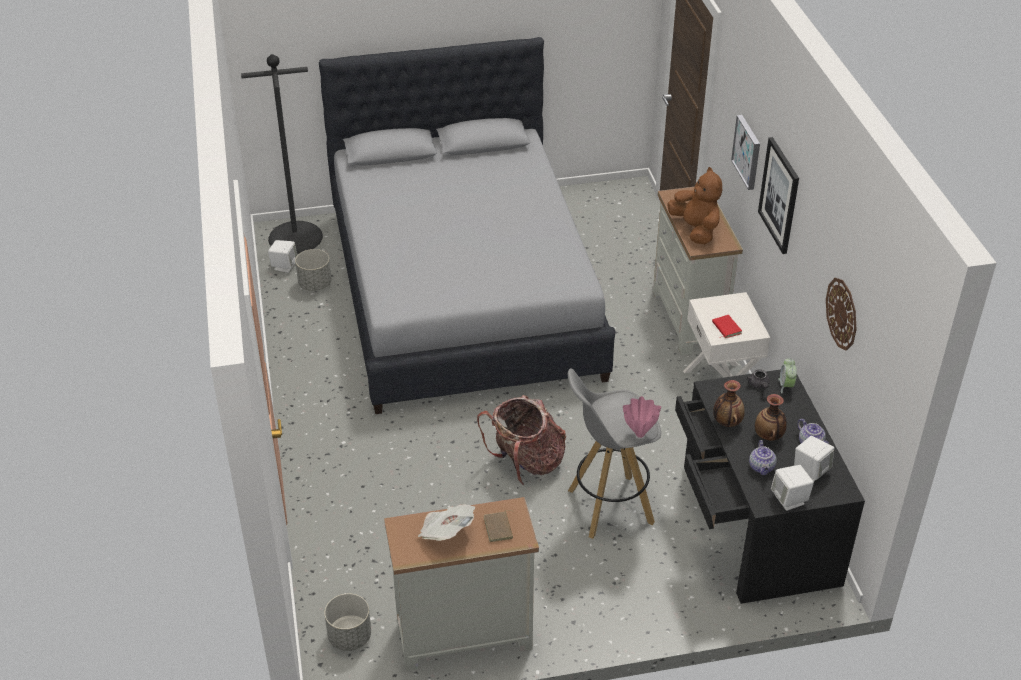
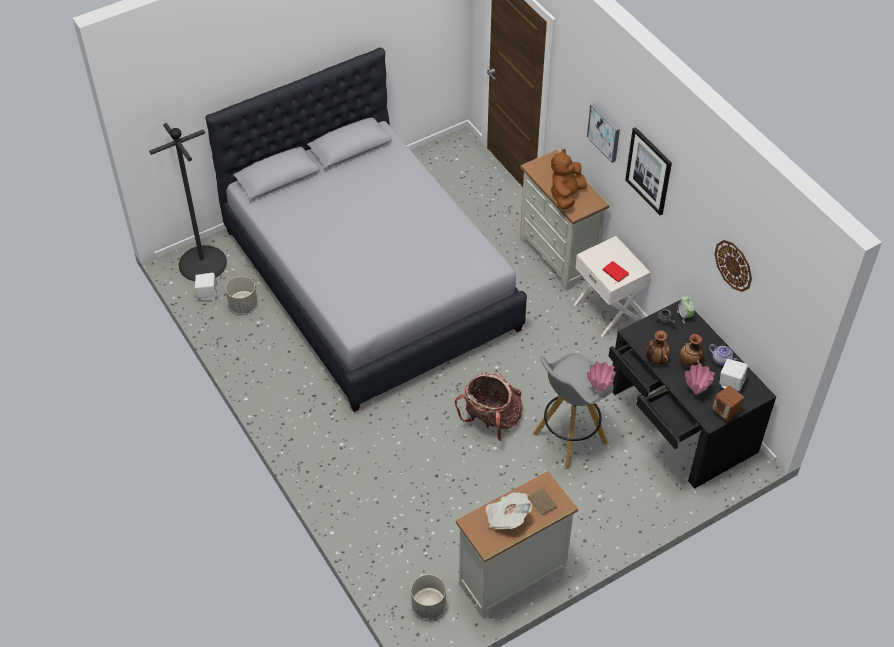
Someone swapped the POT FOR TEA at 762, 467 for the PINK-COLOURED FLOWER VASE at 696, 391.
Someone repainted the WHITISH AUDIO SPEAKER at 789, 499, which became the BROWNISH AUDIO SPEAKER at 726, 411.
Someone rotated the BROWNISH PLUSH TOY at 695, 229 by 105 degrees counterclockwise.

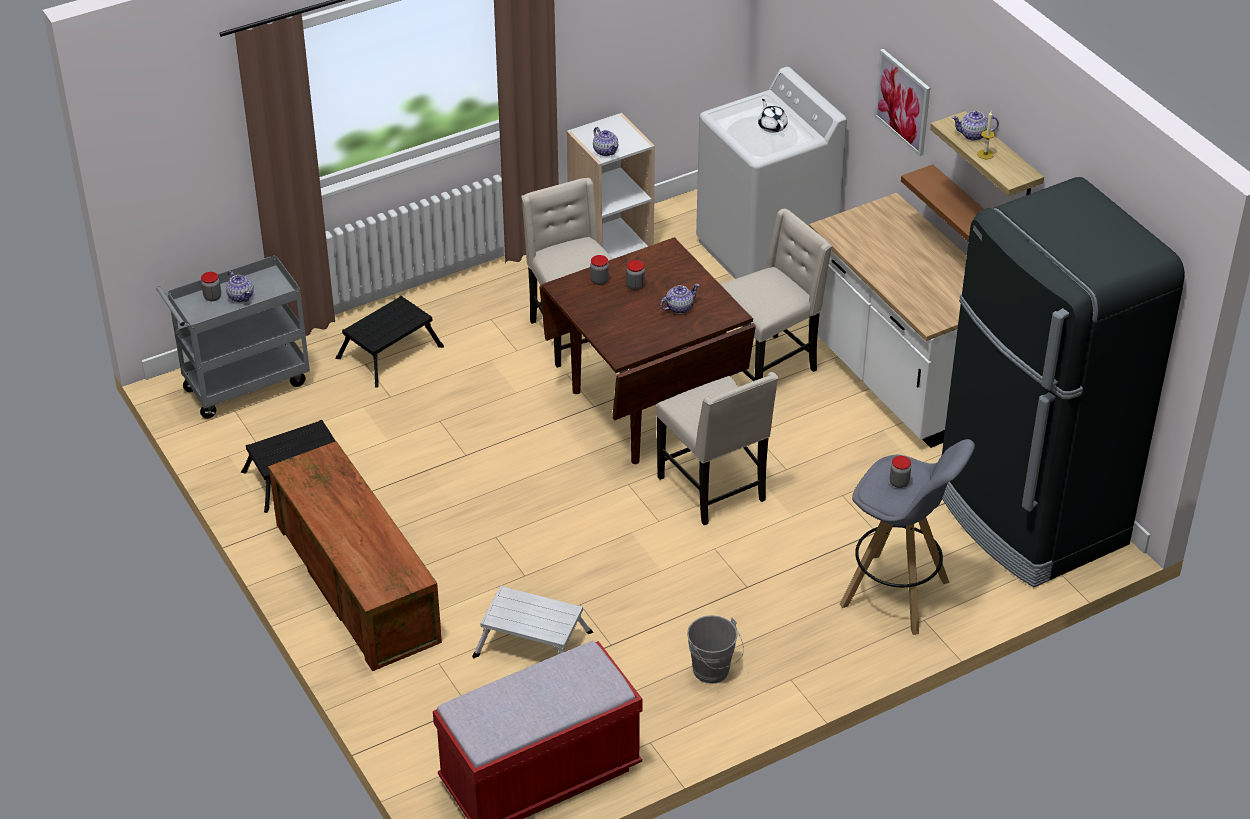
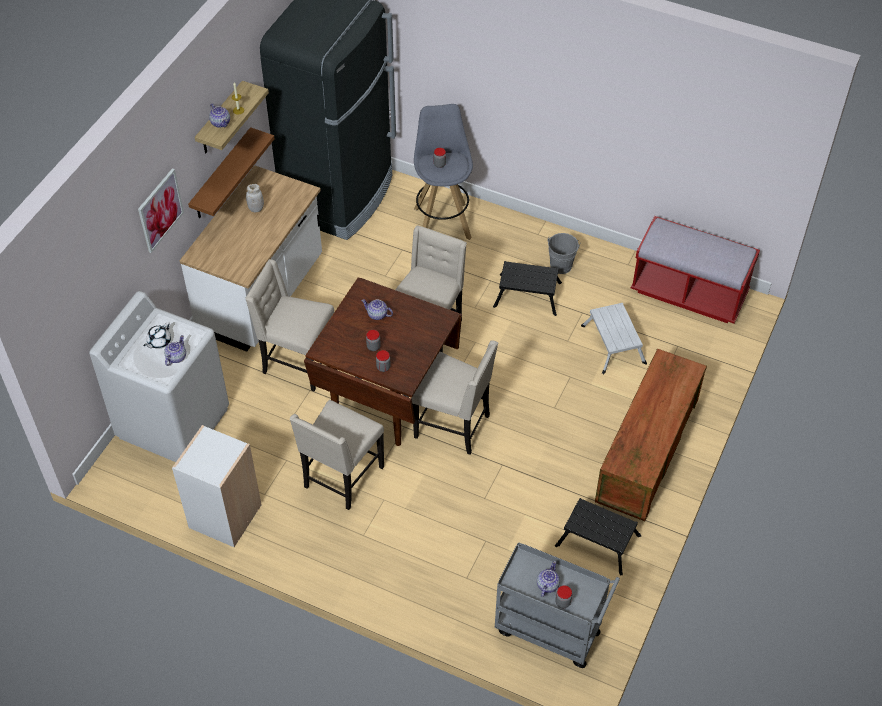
Someone put down the WHITISH STORAGE JAR at 256, 208.
Someone put down the BEIGE-COLOURED PLAIN CHAIR at 454, 426.
Someone carried the BLACK-COLOURED STEPLADDER from 390, 352 to 527, 294.
Someone carried the POT FOR TEA from 605, 151 to 176, 357.

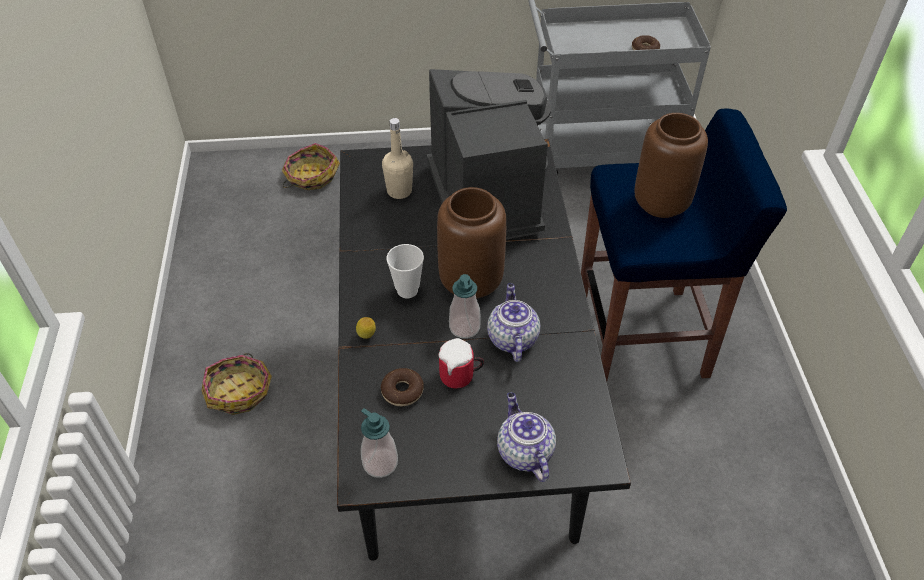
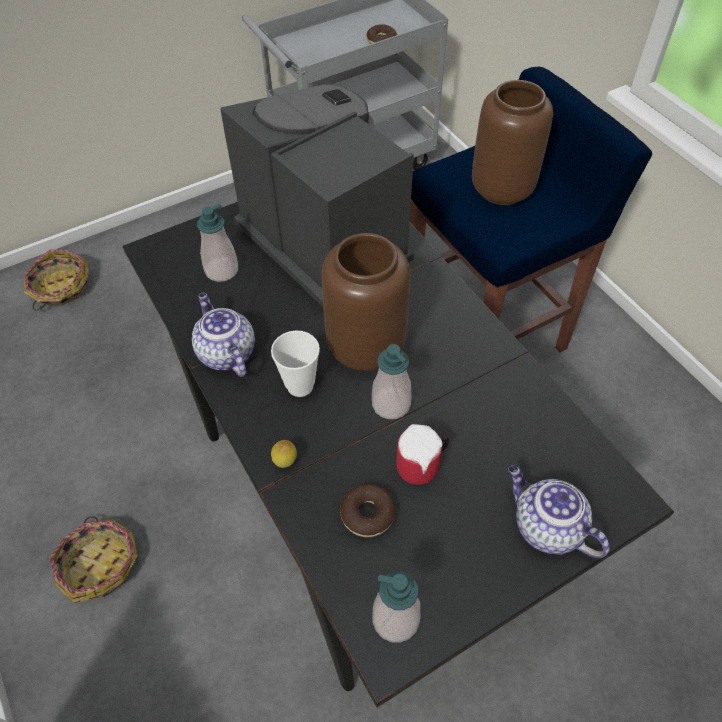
Someone carried the POT FOR TEA from 512, 338 to 226, 353.
Someone swapped the BEIGE-COLOURED BOTTLE at 399, 191 for the LIQUID SOAP BOTTLE at 221, 270.

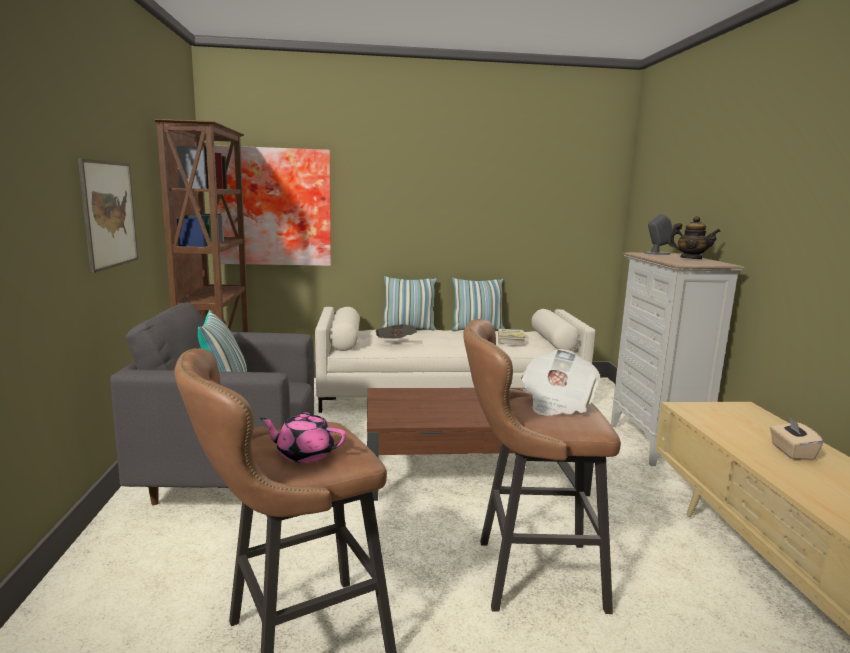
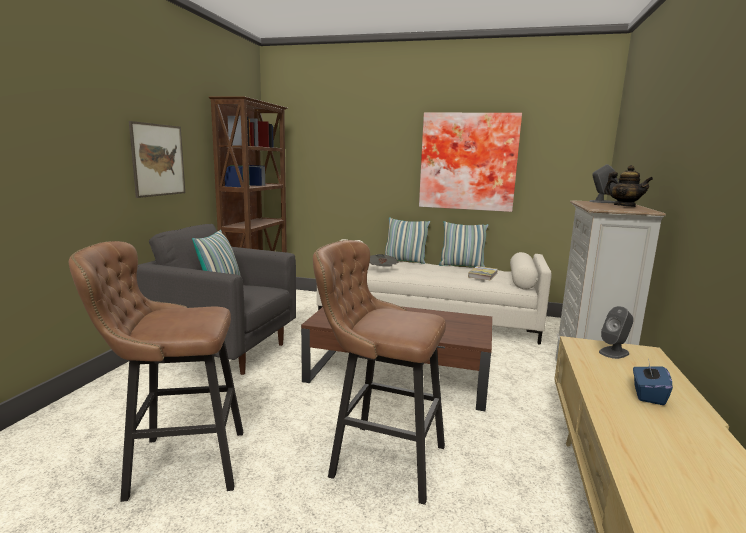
Someone took away the PINK-COLOURED POT FOR TEA at 304, 454.
Someone took away the DAILY PAPER at 556, 403.
Someone put down the GREY AUDIO SPEAKER at 614, 352.
Someone carried the WALL PICTURE from 273, 207 to 468, 162.
Someone repainted the BEIGE-COLOURED TISSUE HOLDER at 791, 452, which became the BLUE-COLOURED TISSUE HOLDER at 648, 395.

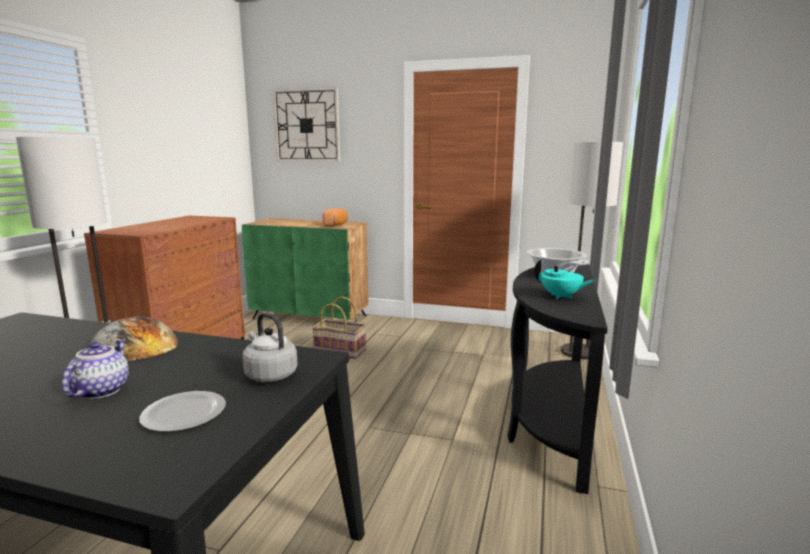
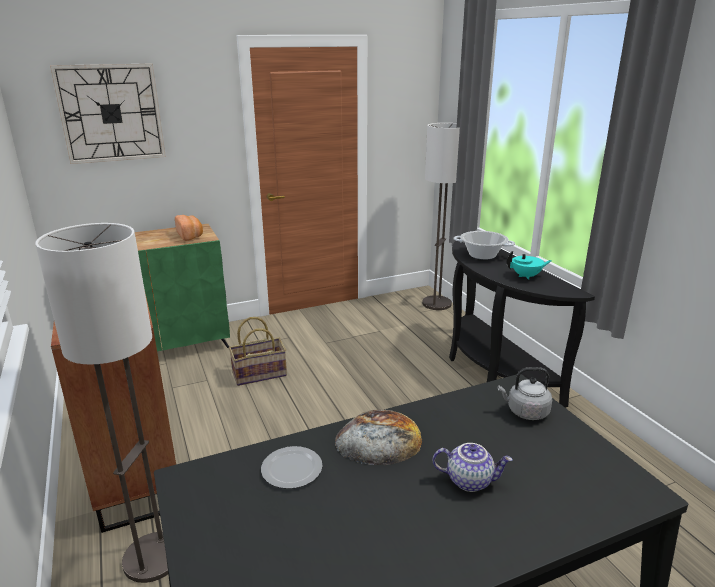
Someone carried the FLAT DISH from 183, 415 to 292, 470.
Someone rotated the POT FOR TEA at 100, 390 by 135 degrees clockwise.

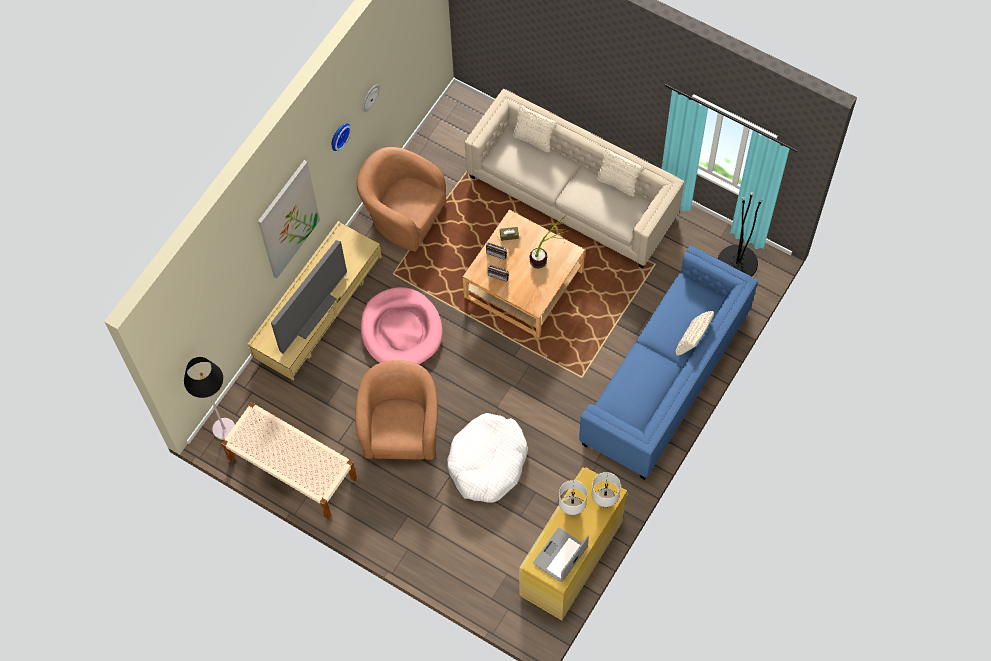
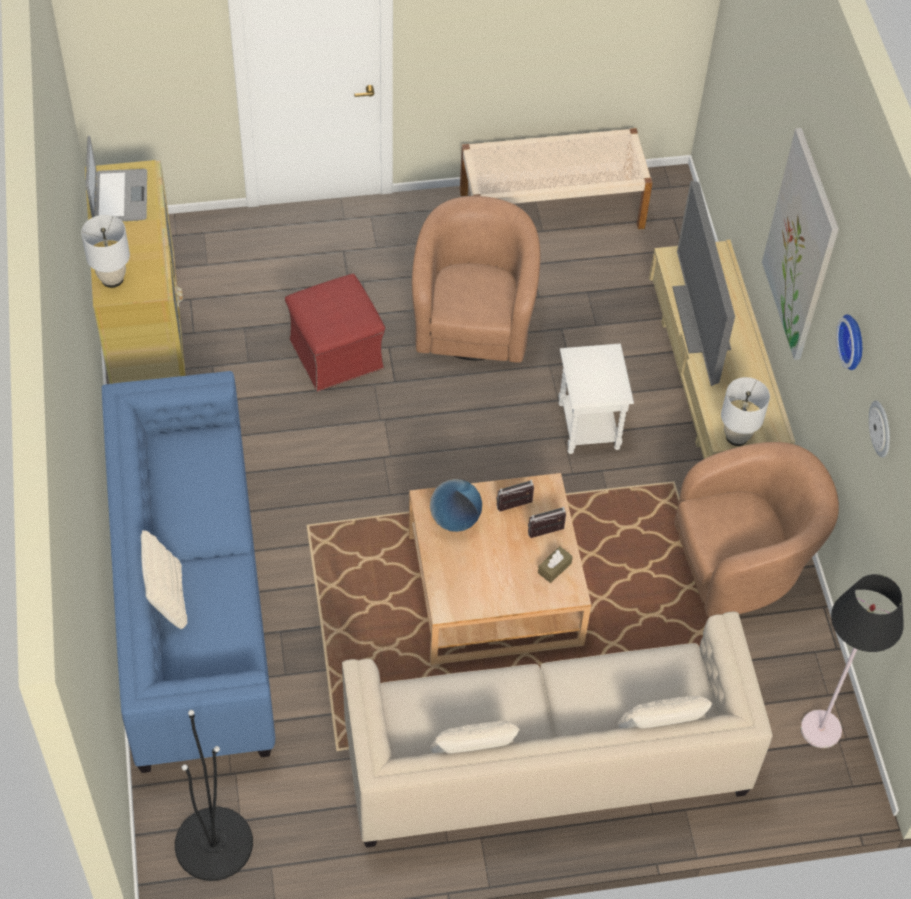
Someone took away the POTTED PLANT at 547, 256.
Someone put down the GLOBE at 455, 519.
Someone carried the BLACK-COLOURED FLOOR LAMP from 224, 429 to 820, 729.
Someone carried the WHITISH TABLE LAMP from 571, 509 to 737, 437.
Someone swapped the PINK-COLOURED DOG BED at 401, 330 for the WHITISH END TABLE at 590, 425.
Someone swapped the WHITISH DOG BED at 487, 462 for the REDDISH FOOTREST at 336, 355.
Someone rotated the BROWNISH LOUNGE CHAIR at 401, 429 by 135 degrees counterclockwise.

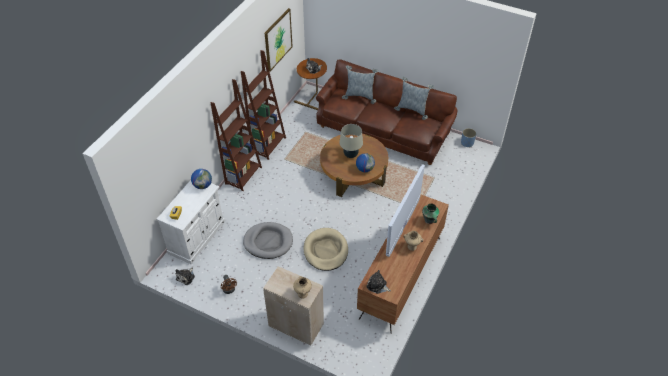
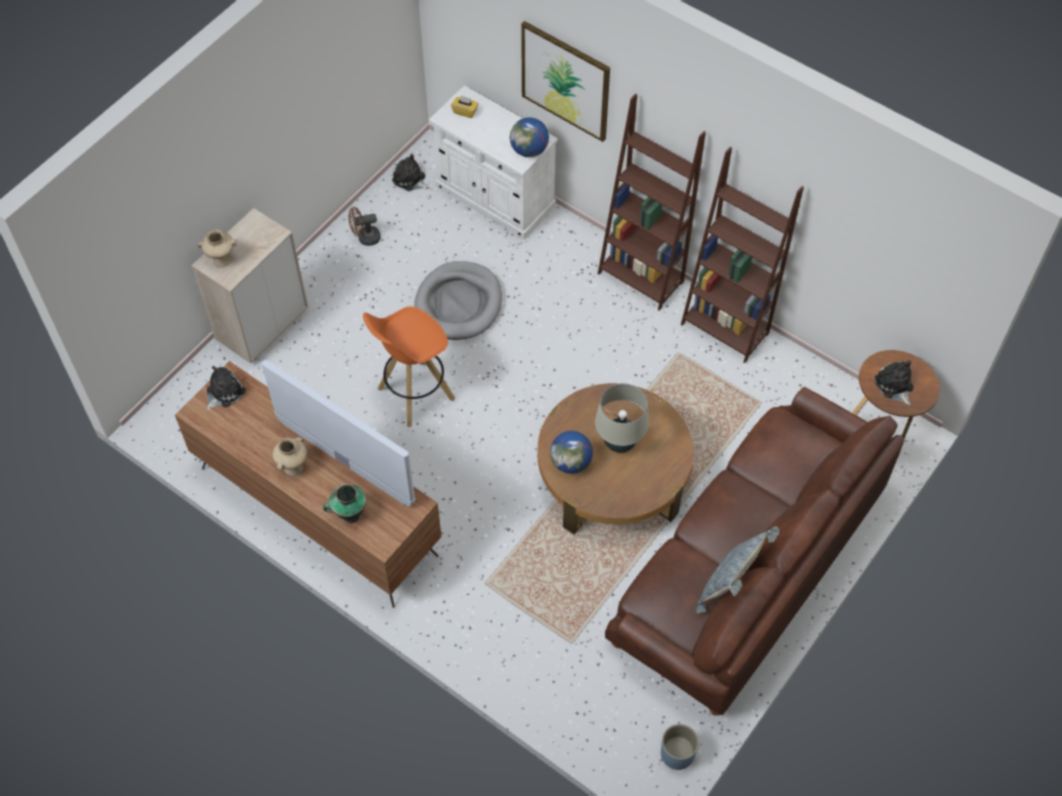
Someone took away the CUSHION at 359, 98.
Someone carried the WALL PICTURE from 278, 39 to 565, 81.
Someone swapped the BEIGE-COLOURED DOG BED at 325, 251 for the ORANGE STOOL at 414, 394.

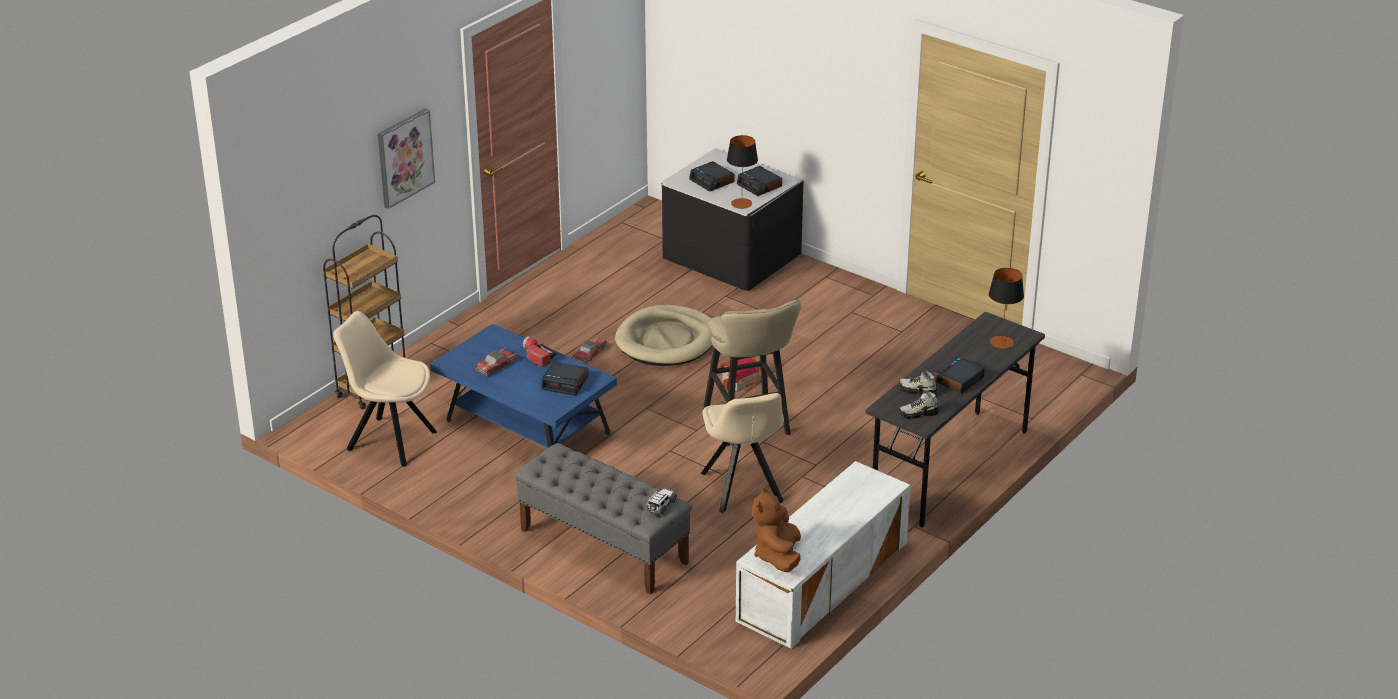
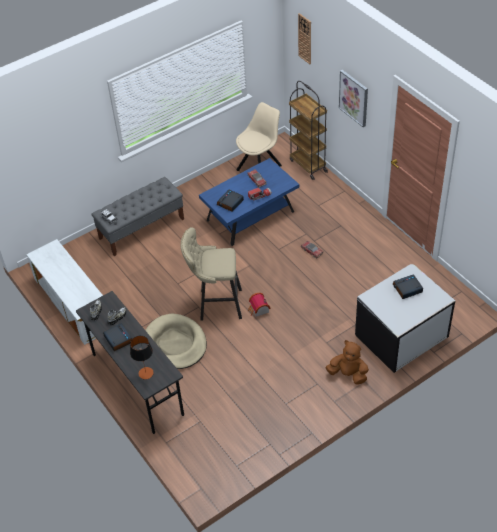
Someone took away the BEIGE-COLOURED PLAIN CHAIR at 742, 488.
Someone took away the TABLE LAMP at 741, 203.
Someone took away the TABLE CLOCK at 760, 185.
Someone put up the CLOCK ON THE WALL at 305, 38.
Someone carried the BEIGE-COLOURED DOG BED from 667, 340 to 175, 344.
Someone carried the BROWNISH PLUSH TOY from 778, 556 to 348, 374.

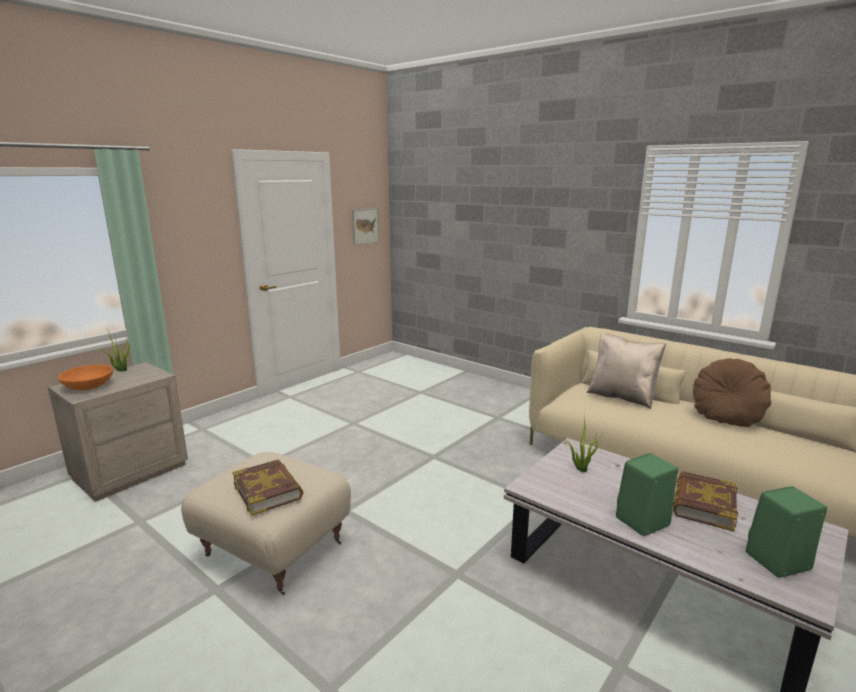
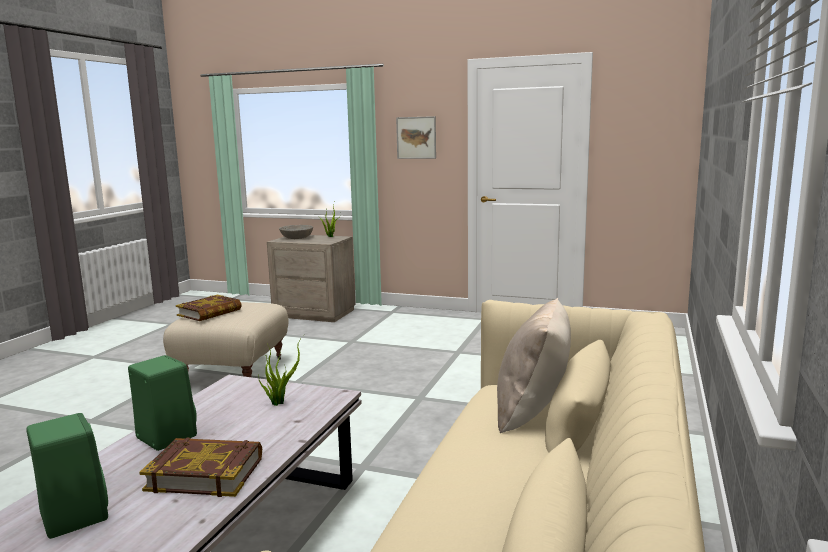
Someone took away the BROWNISH CUSHION at 726, 420.
Someone carried the WALL PICTURE from 365, 226 to 416, 137.
Someone repainted the ORANGE SERVING BOWL at 88, 386, which became the GREY SERVING BOWL at 296, 238.

